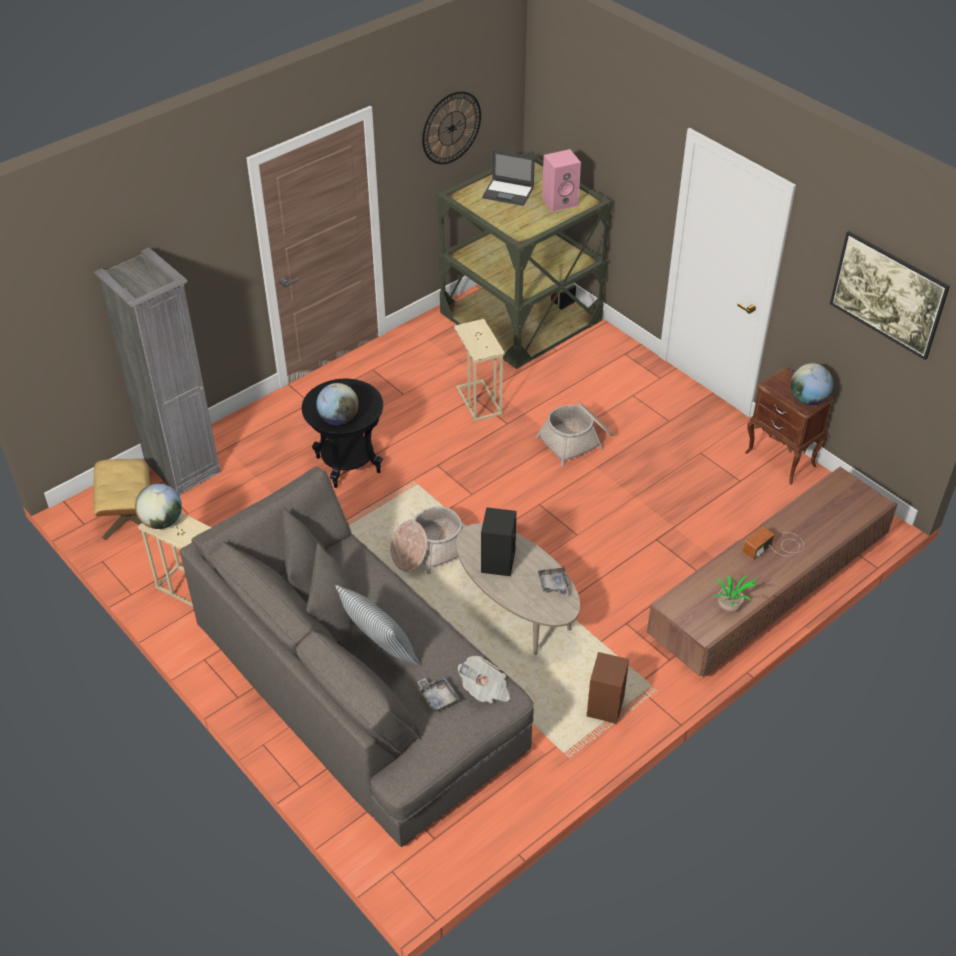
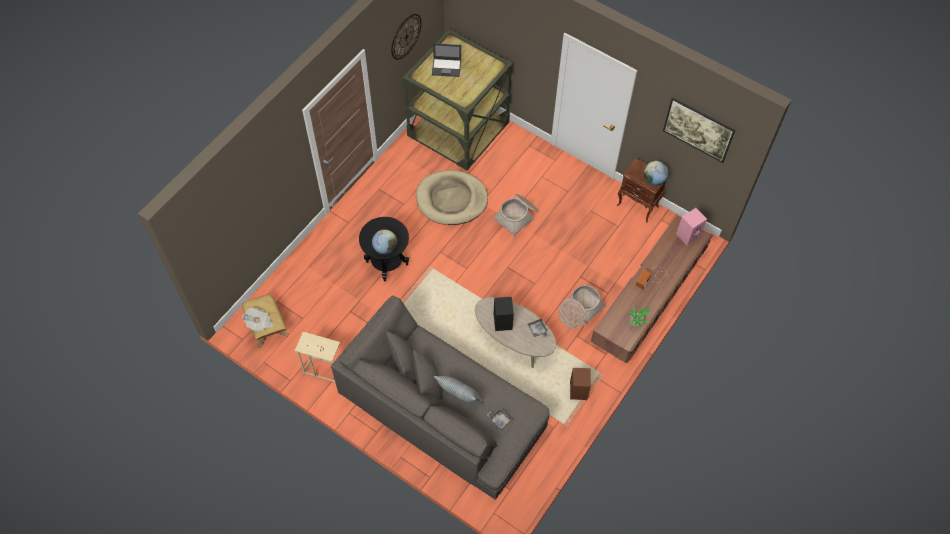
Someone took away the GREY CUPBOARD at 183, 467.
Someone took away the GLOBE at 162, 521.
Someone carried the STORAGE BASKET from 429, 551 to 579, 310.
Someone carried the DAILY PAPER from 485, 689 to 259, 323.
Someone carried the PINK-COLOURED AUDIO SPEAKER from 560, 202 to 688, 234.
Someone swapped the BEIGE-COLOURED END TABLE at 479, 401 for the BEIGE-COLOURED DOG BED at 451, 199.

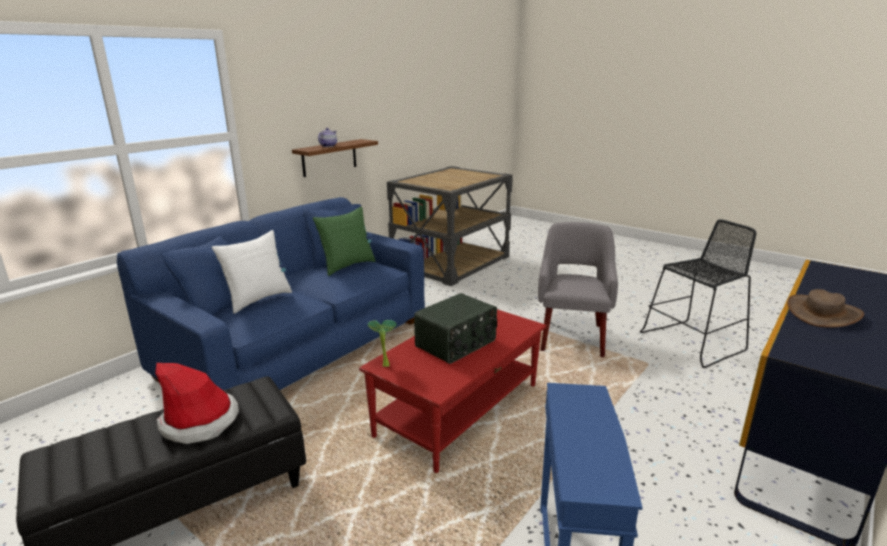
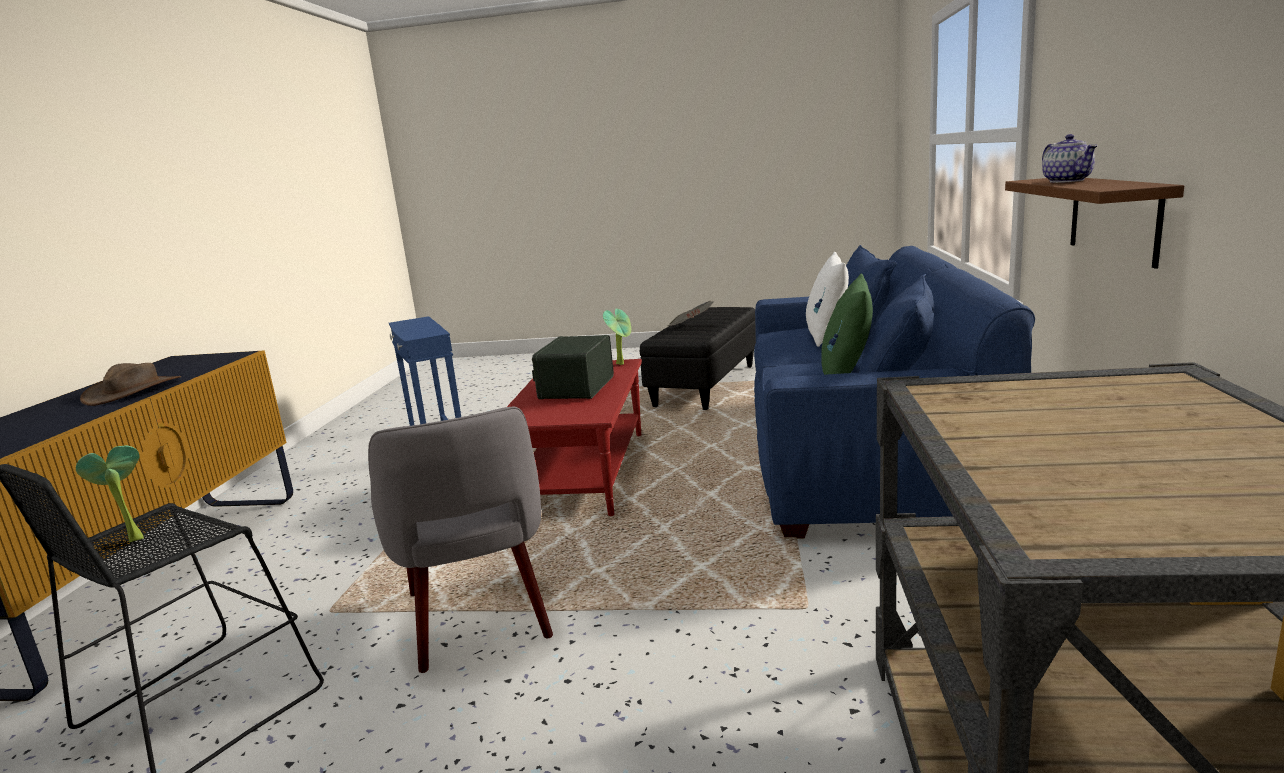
Someone put down the POTTED PLANT at 132, 539.
Someone swapped the CLOTHING HAT at 200, 422 for the DAILY PAPER at 691, 327.

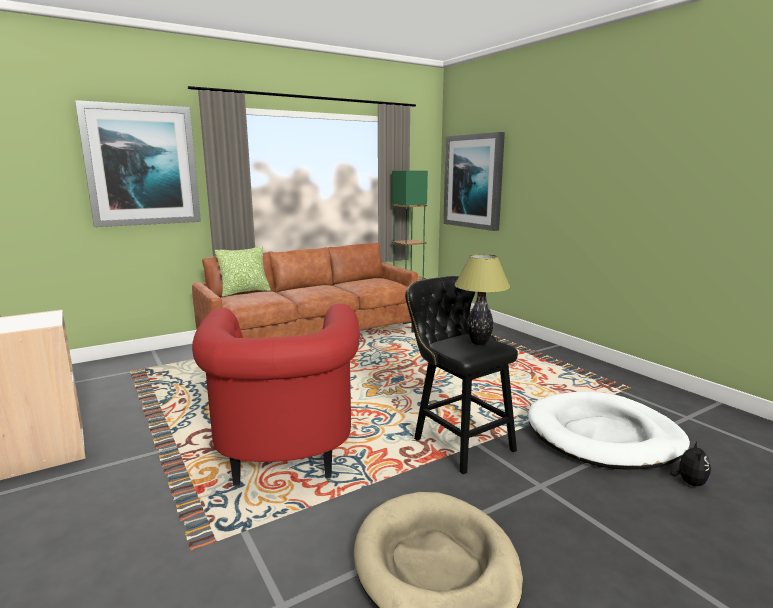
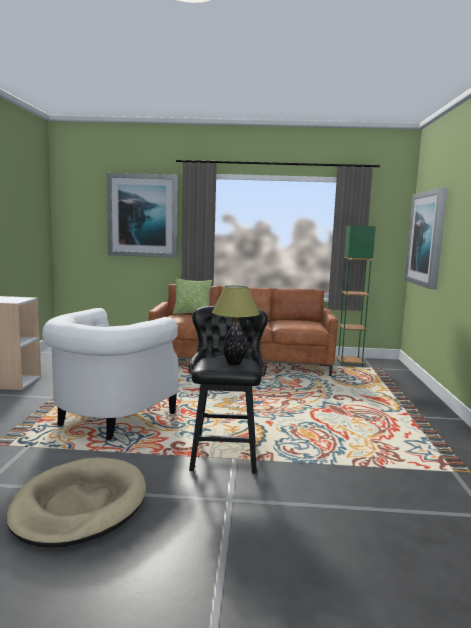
Someone took away the WHITISH DOG BED at 603, 435.
Someone took away the PLUSH TOY at 689, 483.
Someone repainted the REDDISH LOUNGE CHAIR at 285, 452, which became the WHITISH LOUNGE CHAIR at 110, 419.

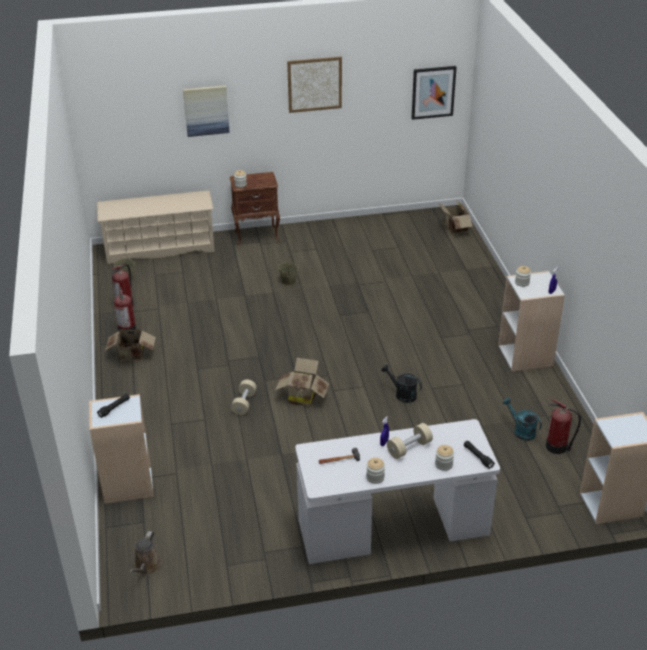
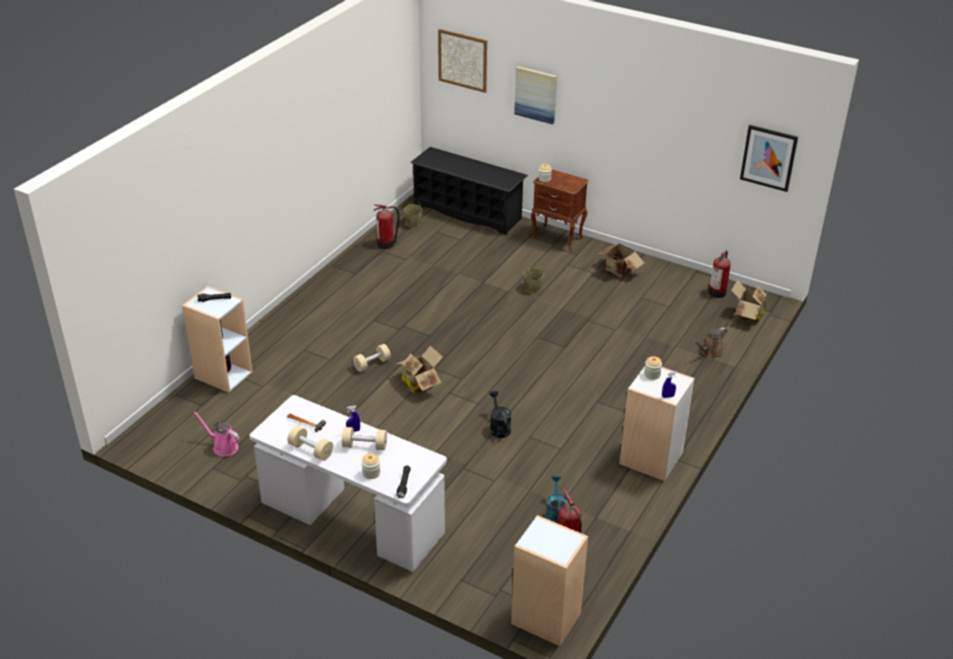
Someone put down the PINK-COLOURED WATERING POT at 223, 447.
Someone carried the CARDBOARD BOX from 132, 356 to 618, 271.
Someone carried the FIRE EXTINGUISHER from 127, 329 to 717, 292.
Someone carried the BROWNISH WATERING POT from 147, 566 to 710, 352.
Someone carried the WALL PICTURE from 314, 83 to 462, 59.
Someone swapped the STORAGE JAR at 375, 477 for the BEIGE-COLOURED DUMBBELL at 311, 450.
Someone repainted the BEIGE-COLOURED SHOE STAND at 160, 248, which became the BLACK-COLOURED SHOE STAND at 468, 212.

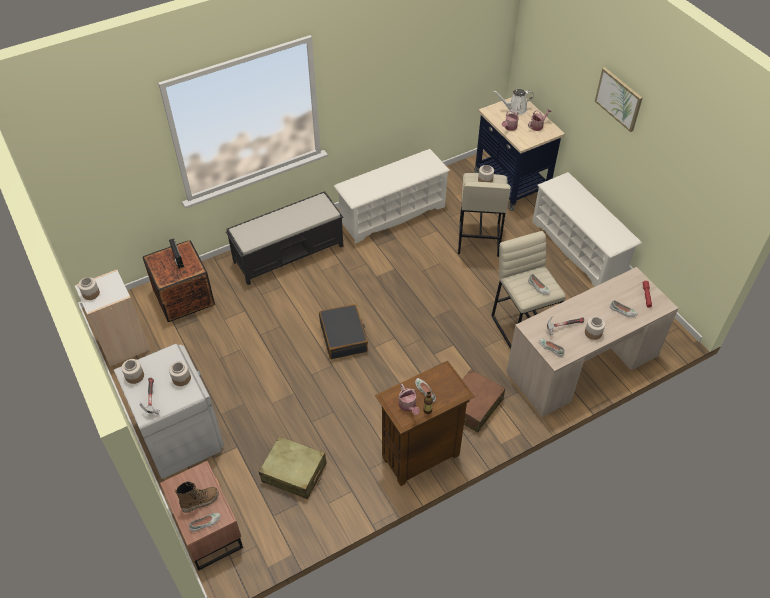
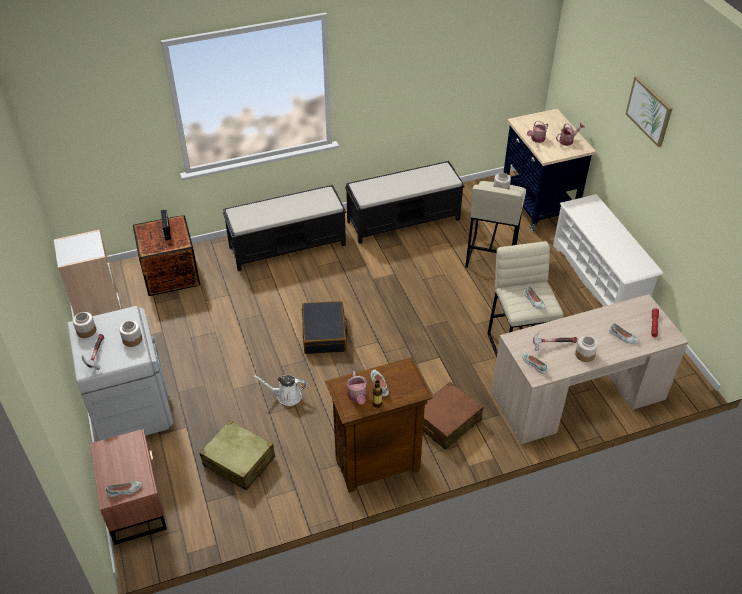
Someone took away the STORAGE JAR at 91, 293.
Someone took away the BOOT at 200, 501.
Someone carried the WHITISH WATERING POT from 515, 109 to 286, 396.
Someone swapped the WHITISH SHOE STAND at 392, 214 for the BLACK-COLOURED BENCH at 404, 220.

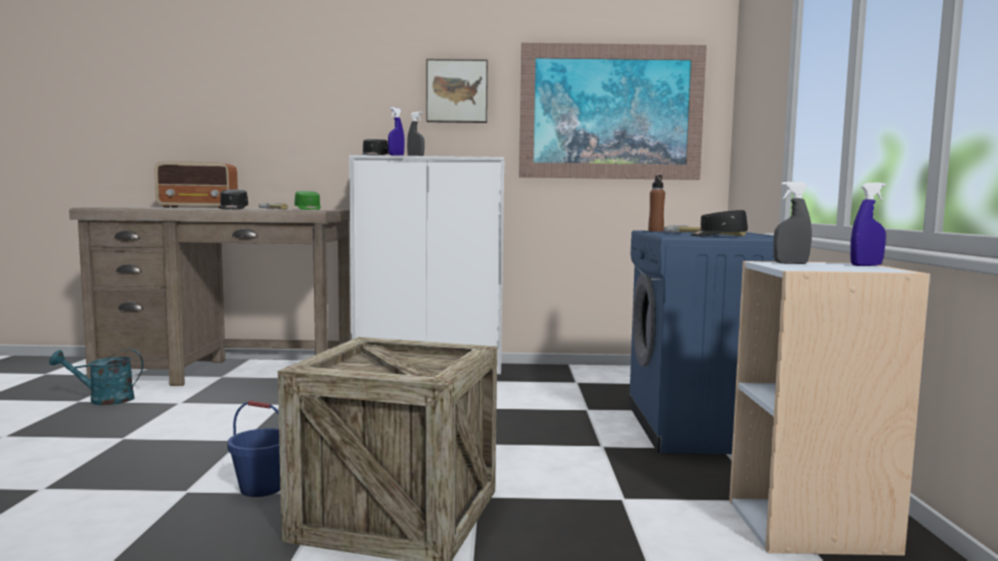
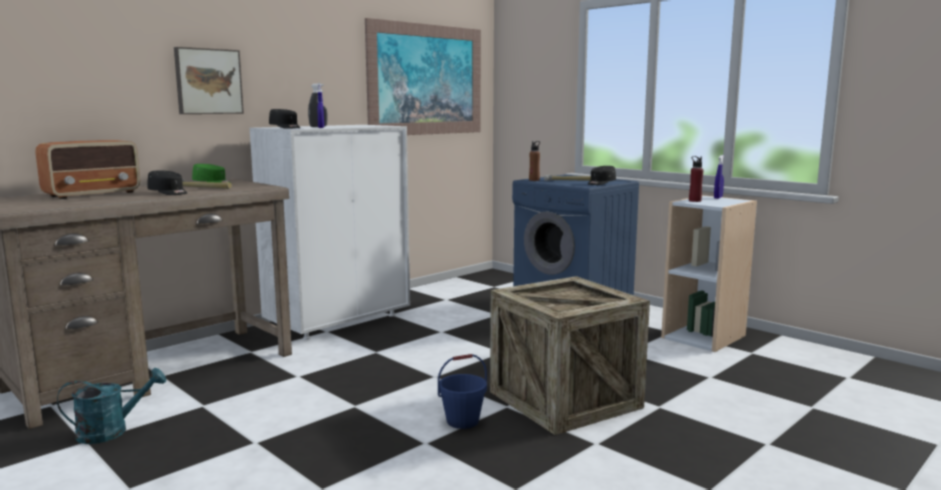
Someone carried the WALL PICTURE from 457, 91 to 208, 81.
Someone swapped the GREY HAND SPRAYER at 790, 263 for the REDDISH BOTTLE at 694, 201.
Someone rotated the TURQUOISE WATERING POT at 103, 400 by 150 degrees counterclockwise.

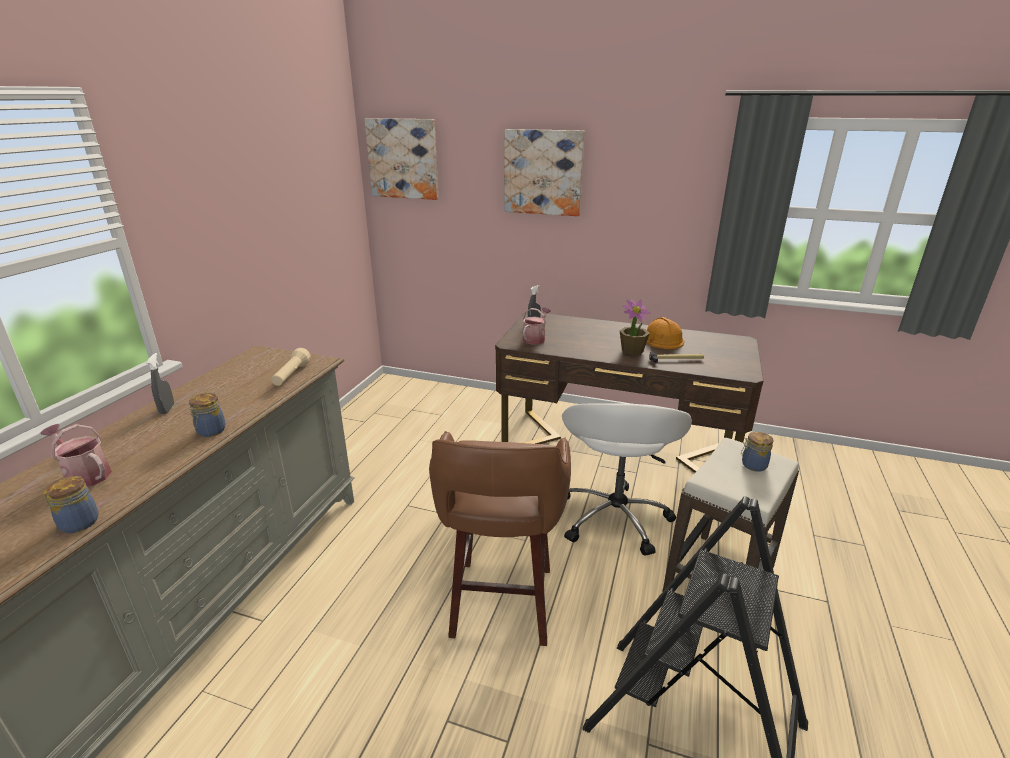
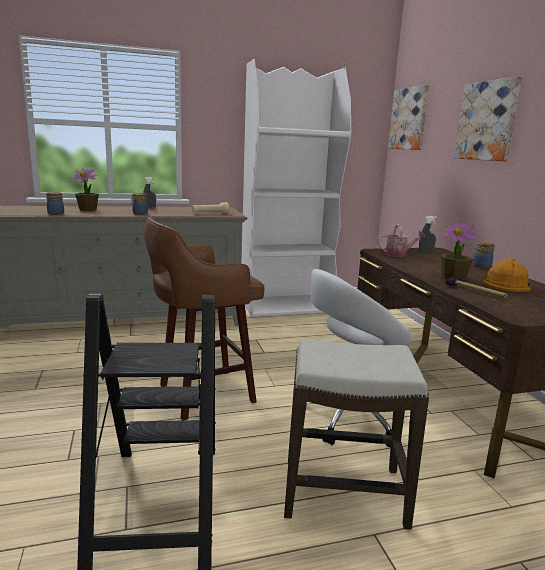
Someone put down the WHITISH BOOKCASE at 287, 306.
Someone carried the STORAGE JAR from 752, 465 to 481, 266.
Someone swapped the WATERING POT at 85, 474 for the POTTED PLANT at 88, 209.

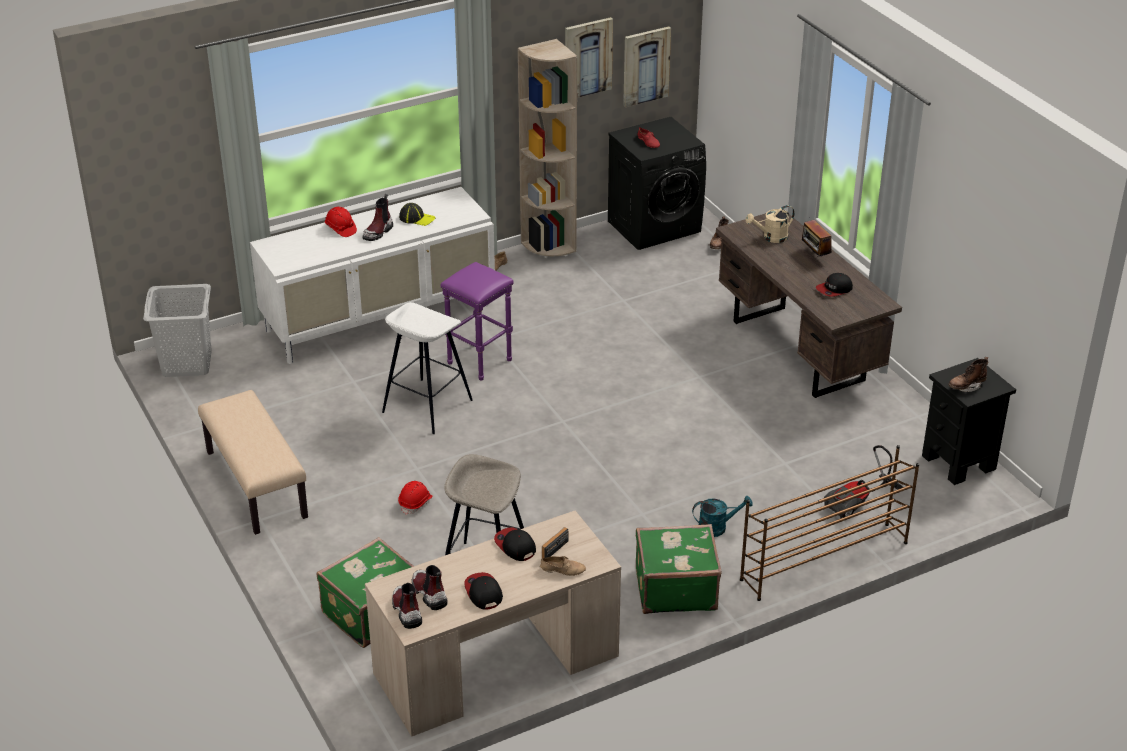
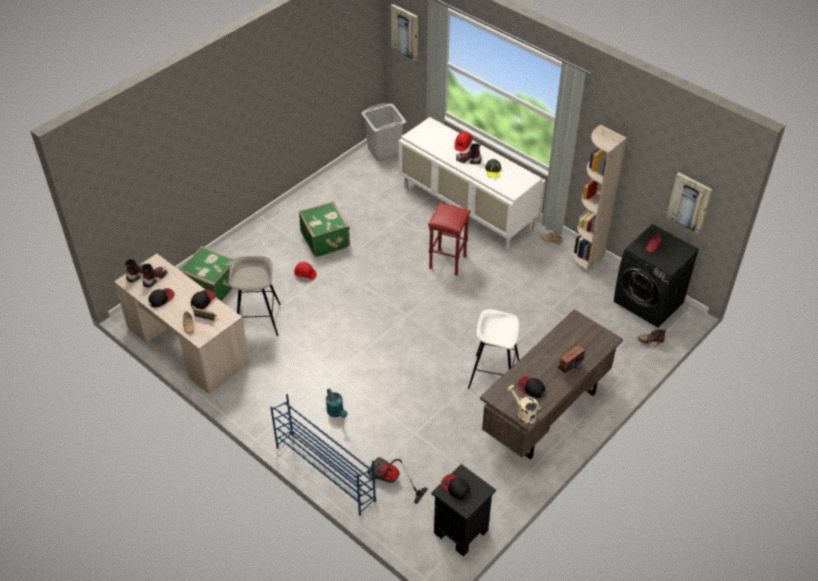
Someone took away the BEIGE-COLOURED BENCH at 255, 484.
Someone carried the WHITISH STOOL from 427, 406 to 493, 375.
Someone carried the WALL PICTURE from 587, 58 to 405, 32.
Someone carried the GREEN-COLOURED TRAVEL CASE from 675, 588 to 326, 239.
Someone carried the BEIGE-COLOURED WATERING POT from 771, 238 to 524, 414.
Someone swapped the BROWNISH BOOT at 966, 386 for the PEAKED CAP at 455, 488.
Someone repainted the PURPLISH STOOL at 479, 360, which became the REDDISH STOOL at 448, 262.
Someone repainted the BROWNISH SHOE STAND at 823, 561, which became the BLUE-COLOURED SHOE STAND at 325, 473.

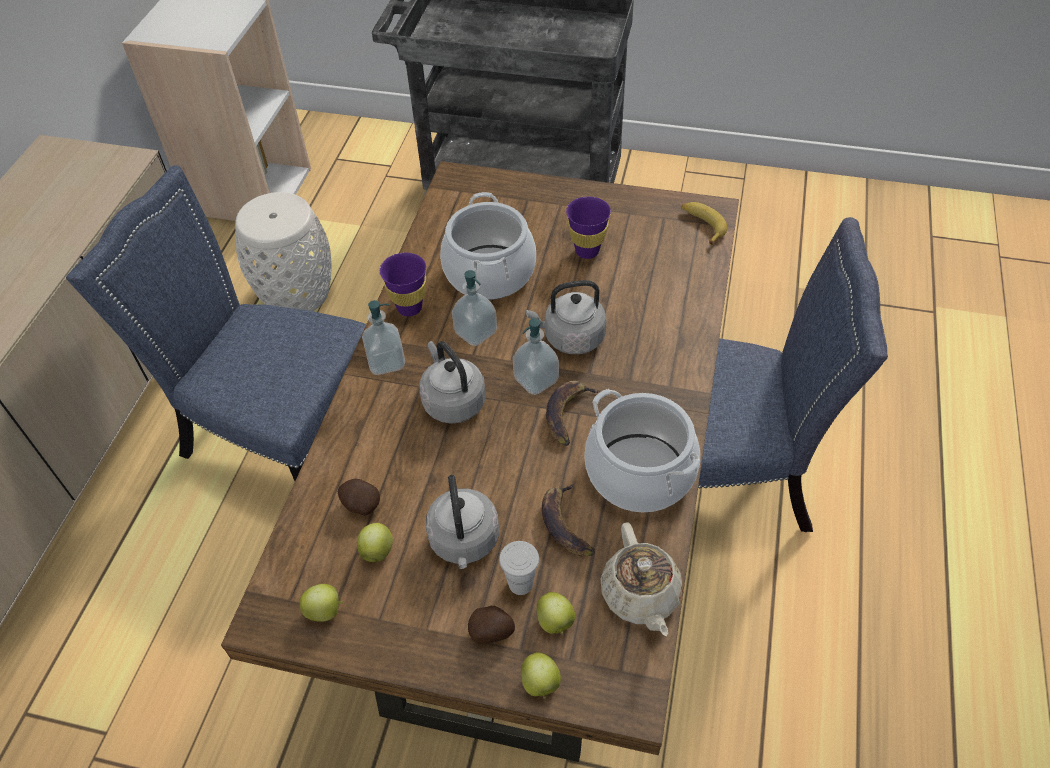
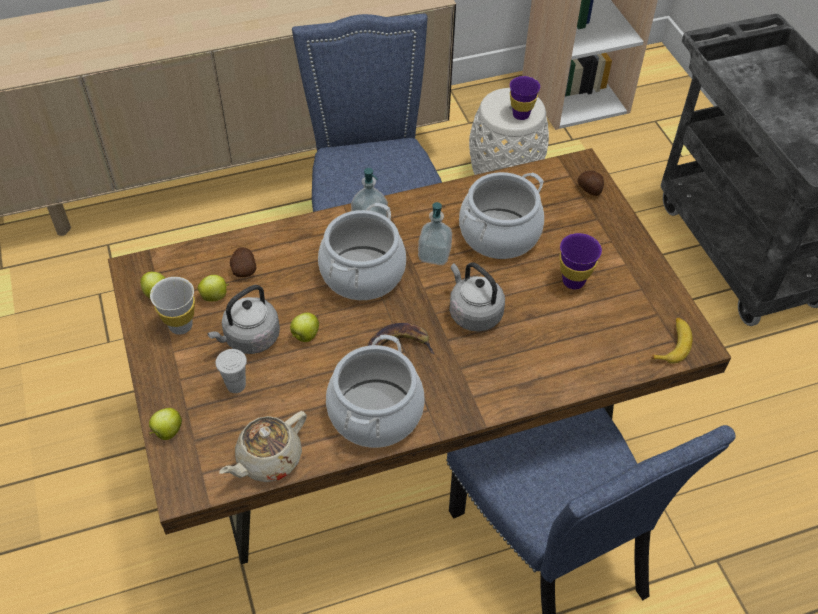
Someone took away the LIQUID SOAP BOTTLE at 536, 380.
Someone took away the BANANA at 565, 524.
Someone put down the WHITISH DRINKING CUP at 180, 325.
Someone carried the PURPLISH DRINKING CUP from 409, 308 to 521, 115.
Someone carried the POTATO from 492, 632 to 590, 190.
Someone carried the APPLE from 555, 622 to 305, 336.
Someone swapped the GREY WATER KETTLE at 452, 401 for the SAUCEPOT at 362, 273.

